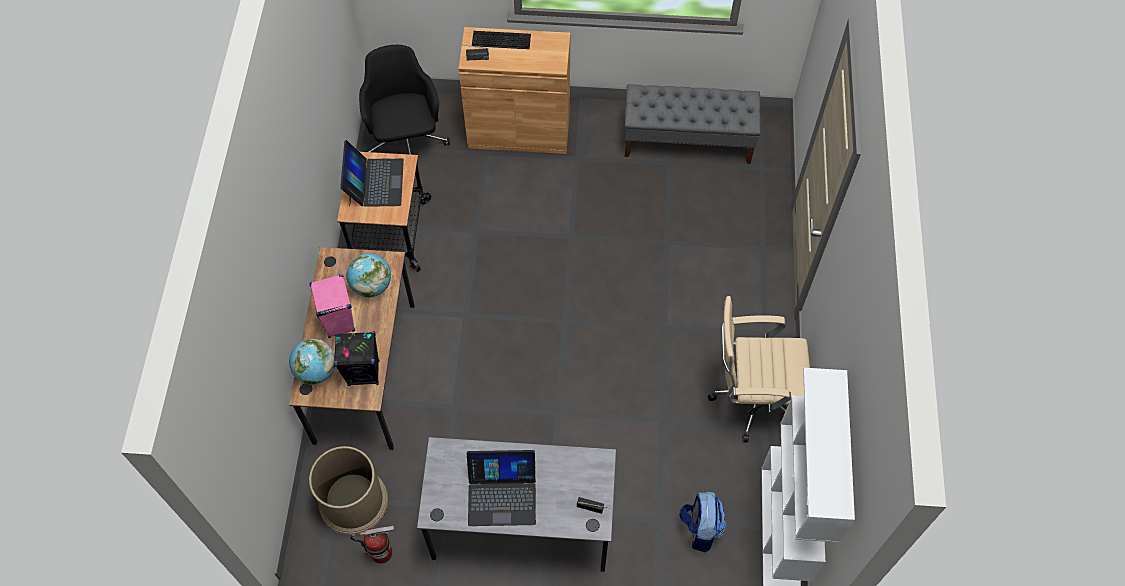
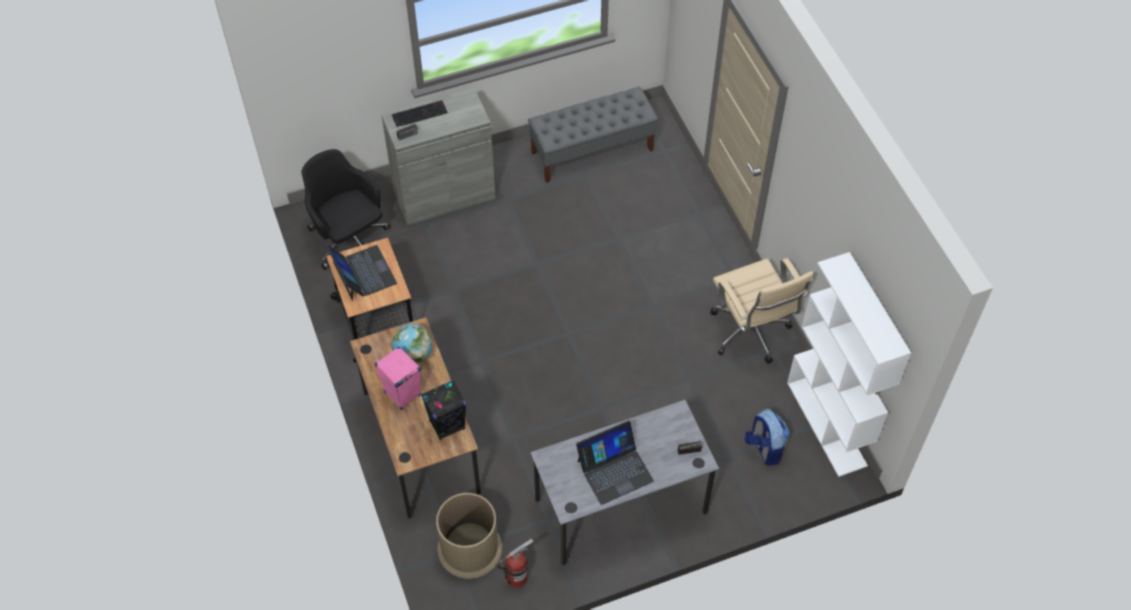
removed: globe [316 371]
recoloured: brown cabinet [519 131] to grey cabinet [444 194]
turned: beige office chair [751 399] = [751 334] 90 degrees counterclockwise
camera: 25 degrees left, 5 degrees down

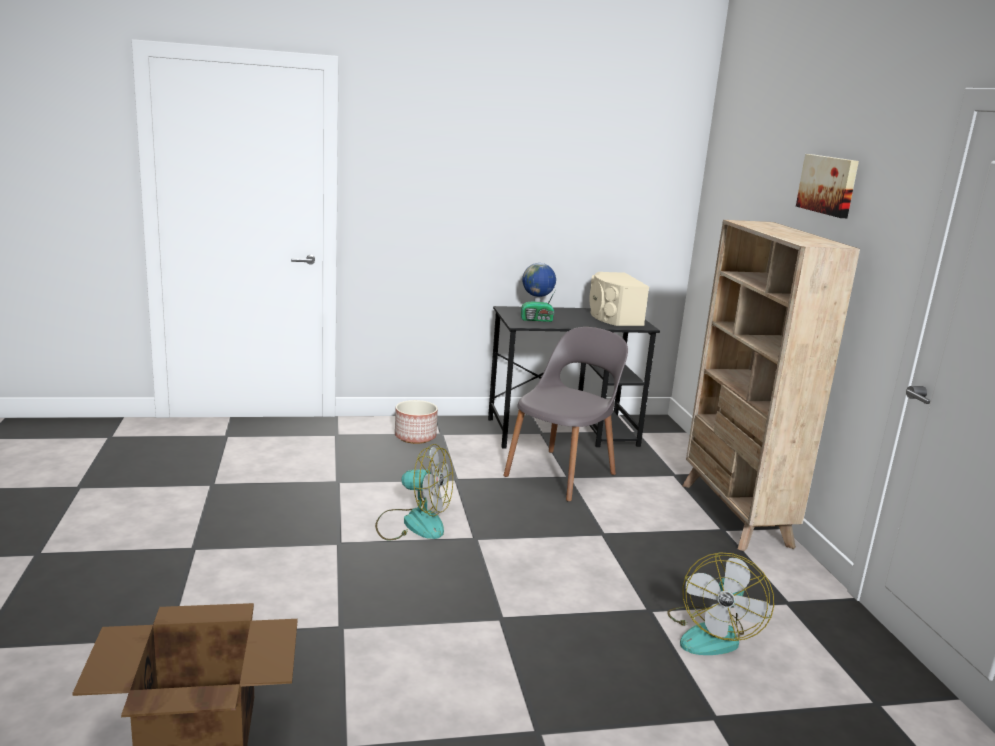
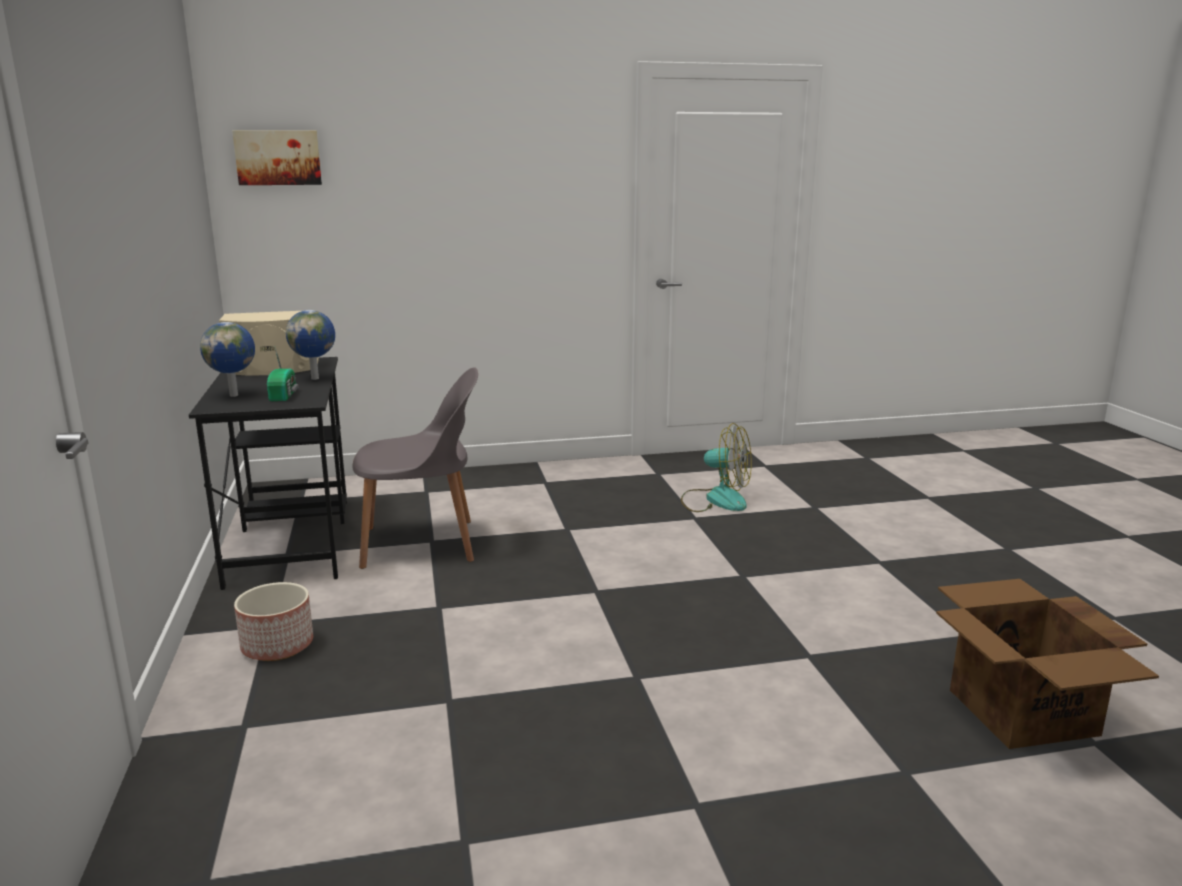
removed: fan [413 523]; beige bookcase [735 515]
added: globe [316 378]
moved: picture [829 185] to [278 157]
turned: grey chair [562 474] = [423 544] 135 degrees clockwise
camera: 90 degrees left, 0 degrees up

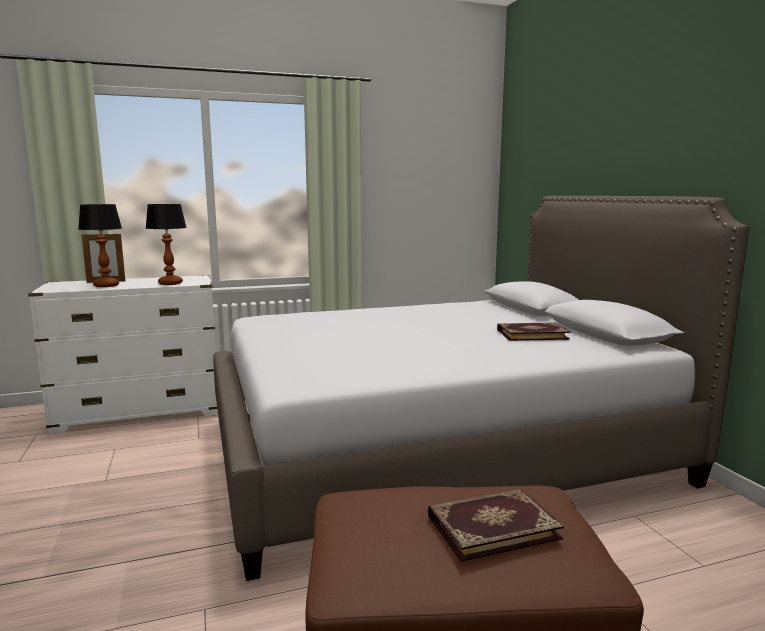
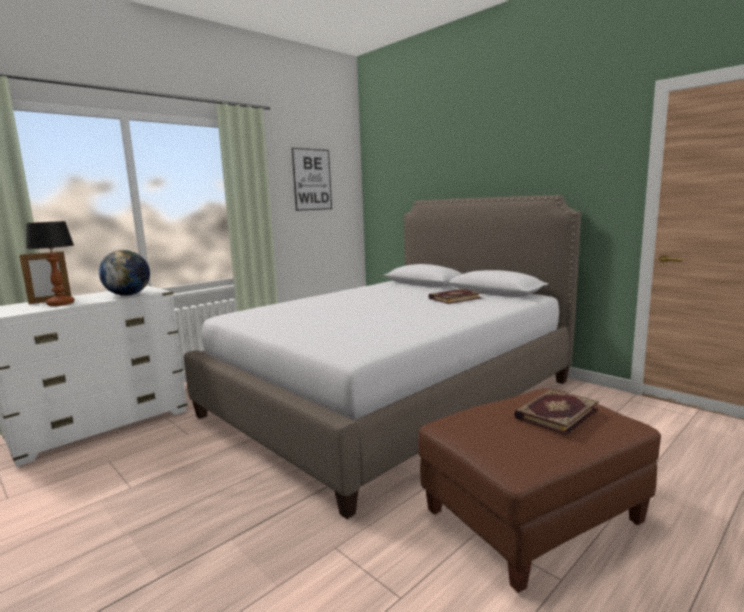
added: picture [312 179]
replaced: table lamp [170 283] to globe [128 295]
camera: 25 degrees left, 0 degrees up

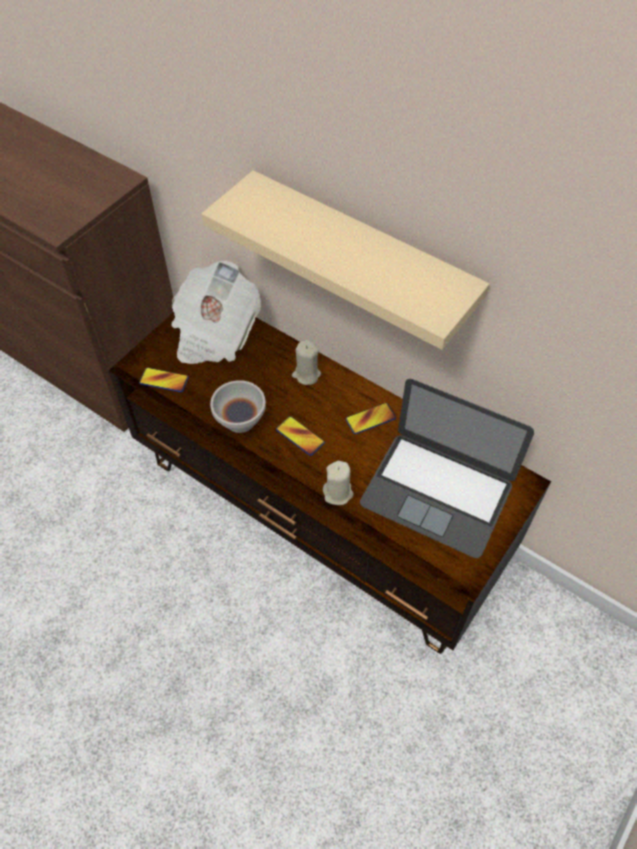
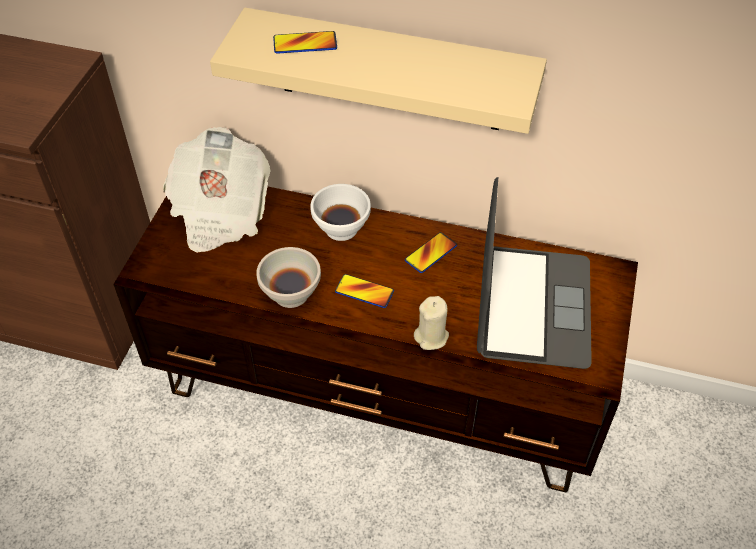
moved: phone [164 380] to [305 44]
replaced: beige candle [306 375] to white bowl [342 228]
turned: laptop [437 493] = [533 306] 90 degrees counterclockwise
camera: 20 degrees left, 5 degrees down

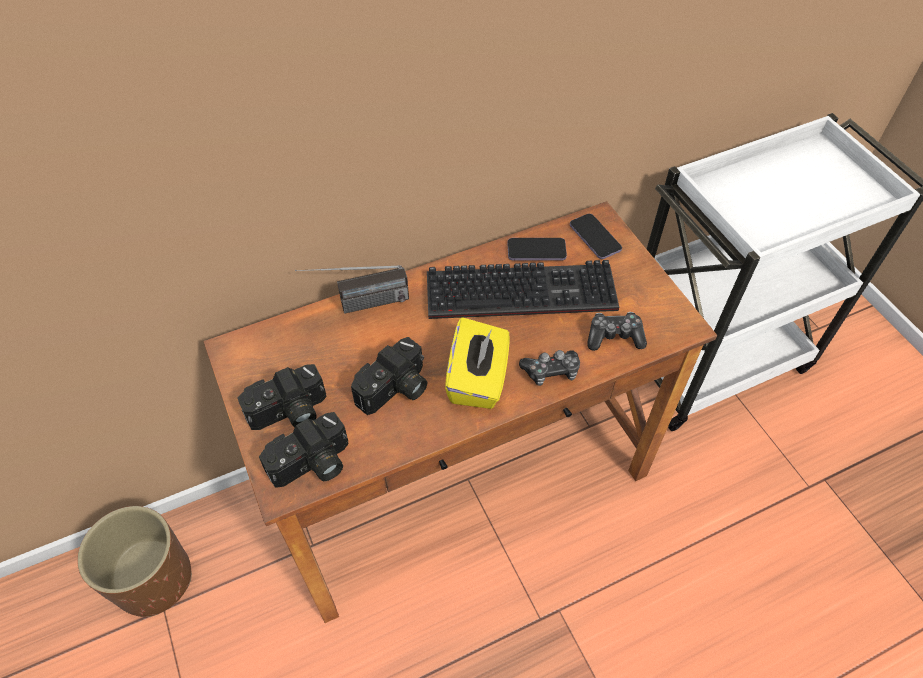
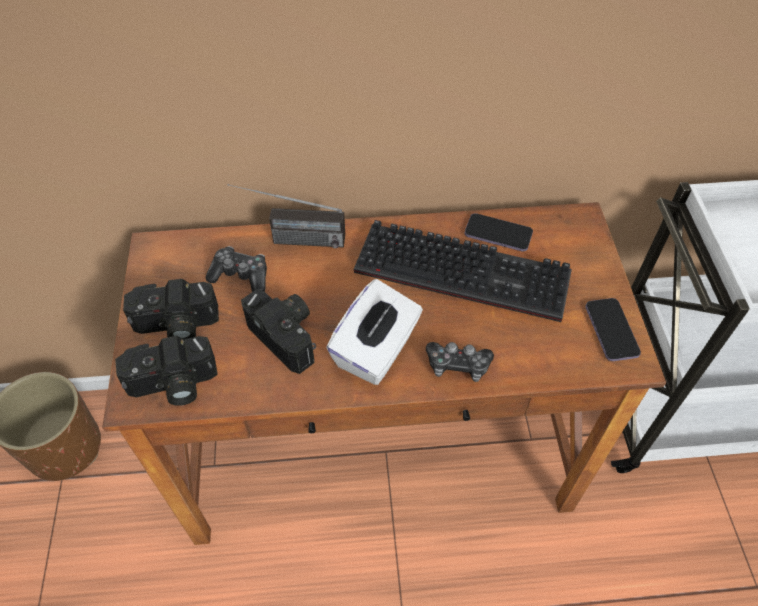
moved: game controller [614 337] to [241 276]; phone [595 238] to [611 331]
recoloured: yellow tissue box [478 379] to white tissue box [376 350]
turned: photo camera [395 390] = [288 335] 105 degrees counterclockwise
camera: 20 degrees right, 0 degrees up

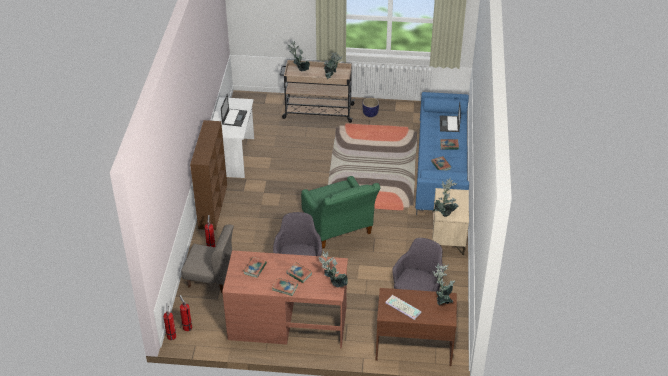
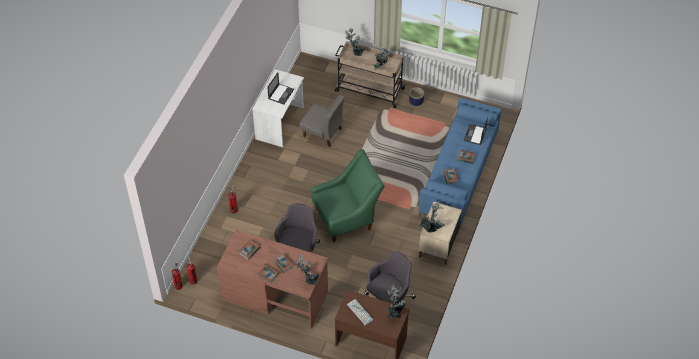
removed: brown bookcase [213 206]
moved: grey chair [211 278] to [322 132]
turned: green armchair [339 230] = [347 216] 105 degrees counterclockwise
camera: 15 degrees right, 10 degrees up

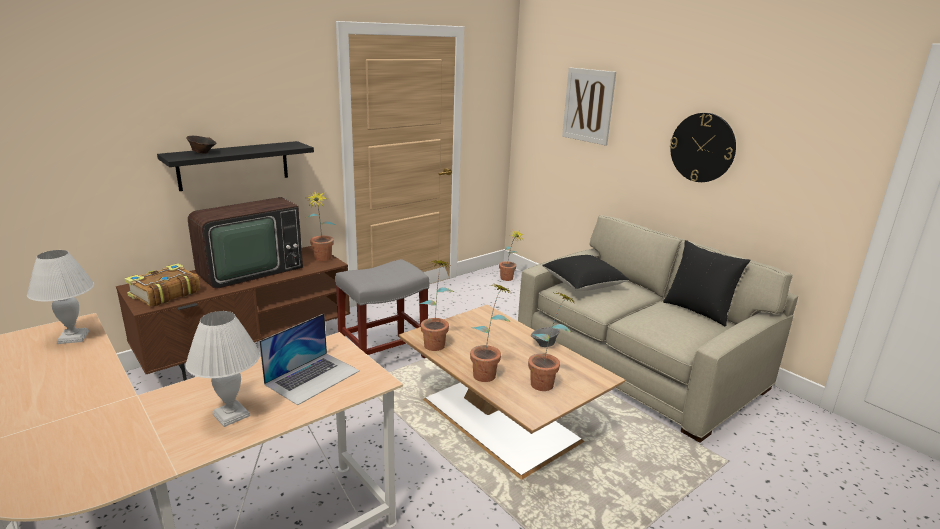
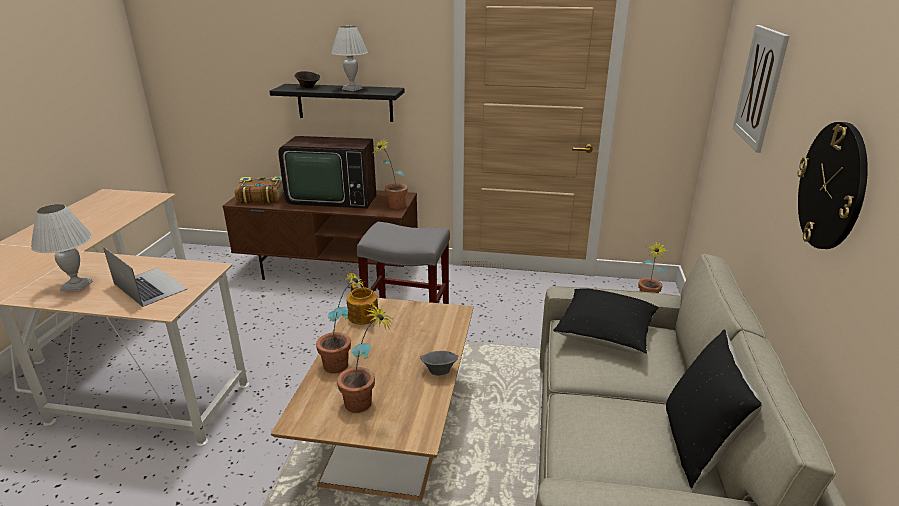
moved: white table lamp [74 337] to [352 89]
replaced: potted plant [436 342] to teapot [363 317]
turned: laptop [313 377] = [150 286] 135 degrees counterclockwise
camera: 50 degrees right, 5 degrees up

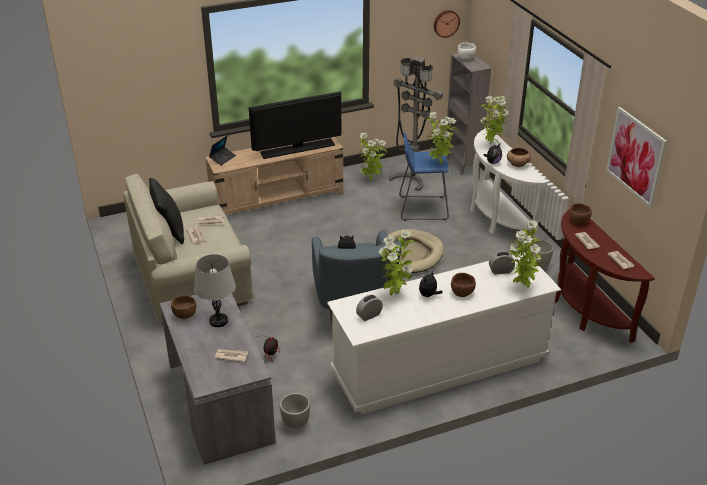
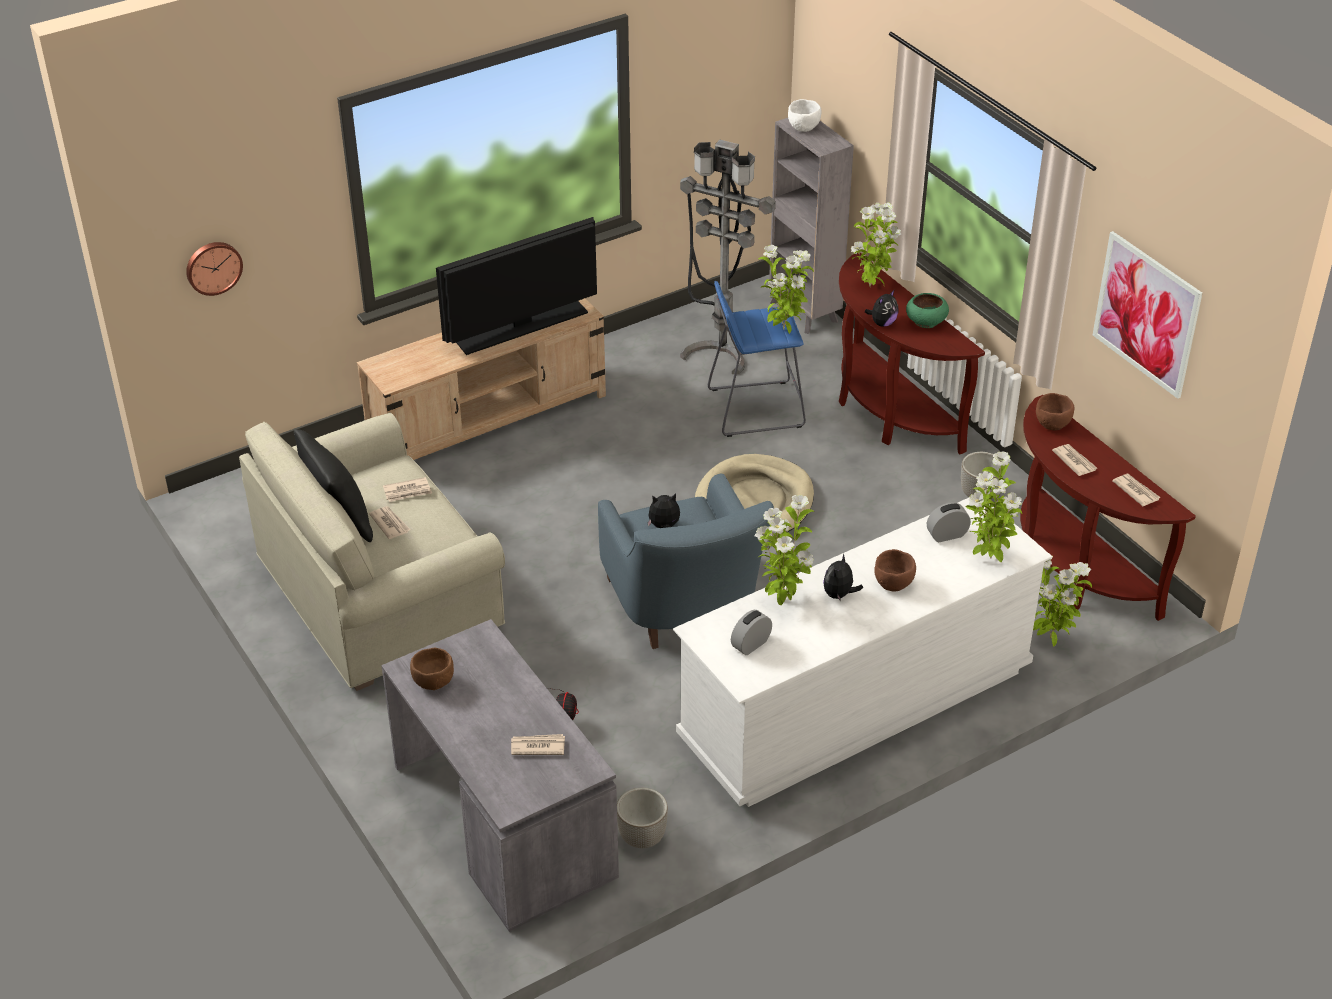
removed: grey table lamp [218 321]; laptop [222 158]
moved: wall clock [446 23] to [213 267]; potted plant [371 180] to [1050 640]
recoloured: white console table [496 217] to brown console table [888 412]; brown bowl [517 163] to green bowl [925 321]
camera: 10 degrees left, 5 degrees up

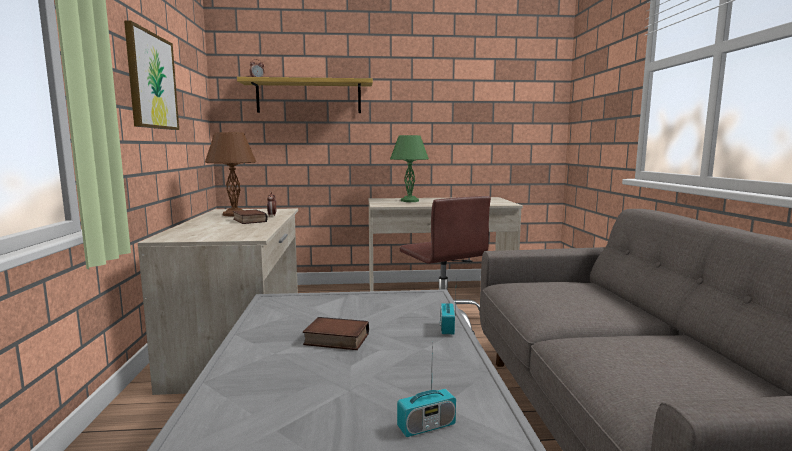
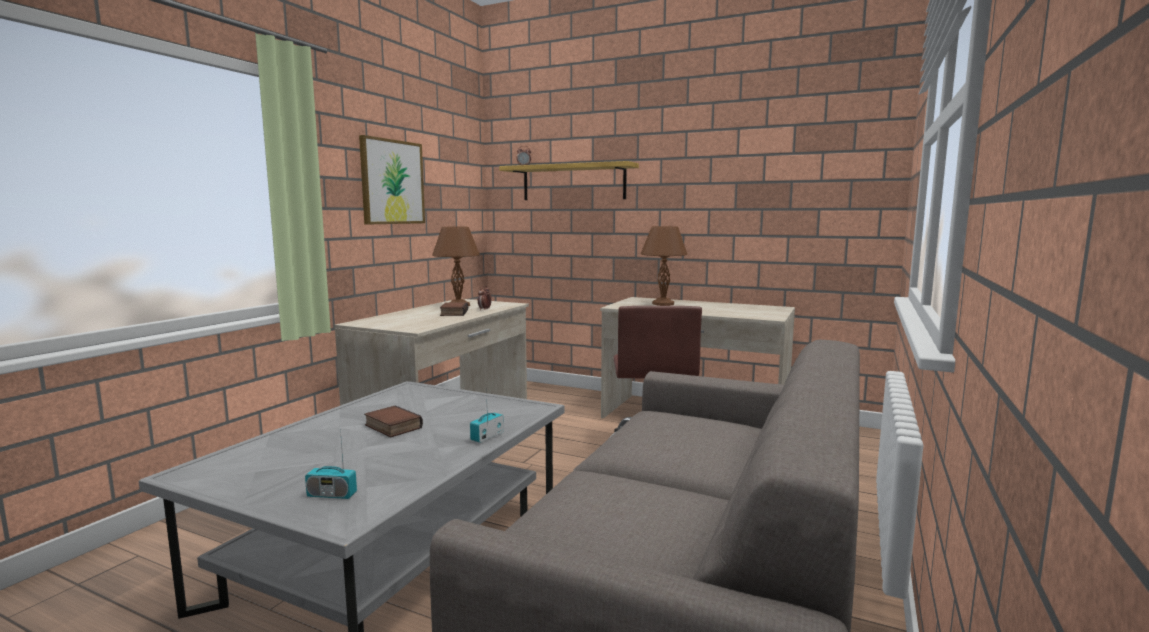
recoloured: green table lamp [408 201] to brown table lamp [662 304]
camera: 30 degrees right, 0 degrees up

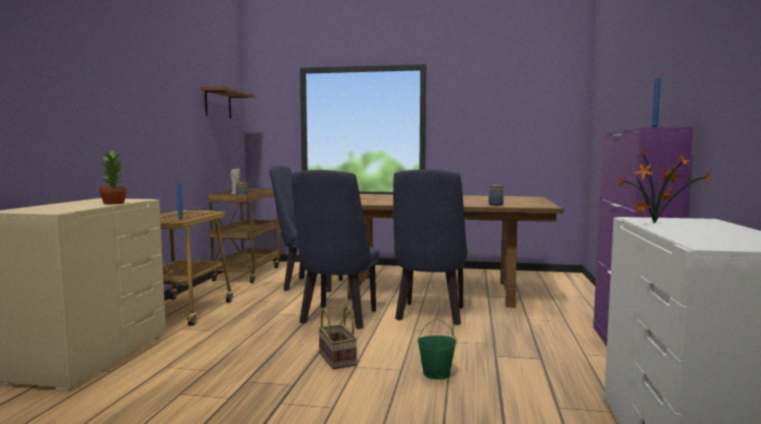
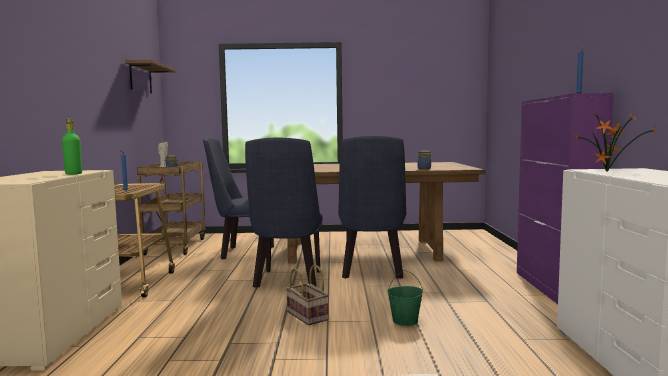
replaced: potted plant [114 203] to green bottle [73 174]
camera: 10 degrees left, 0 degrees up

